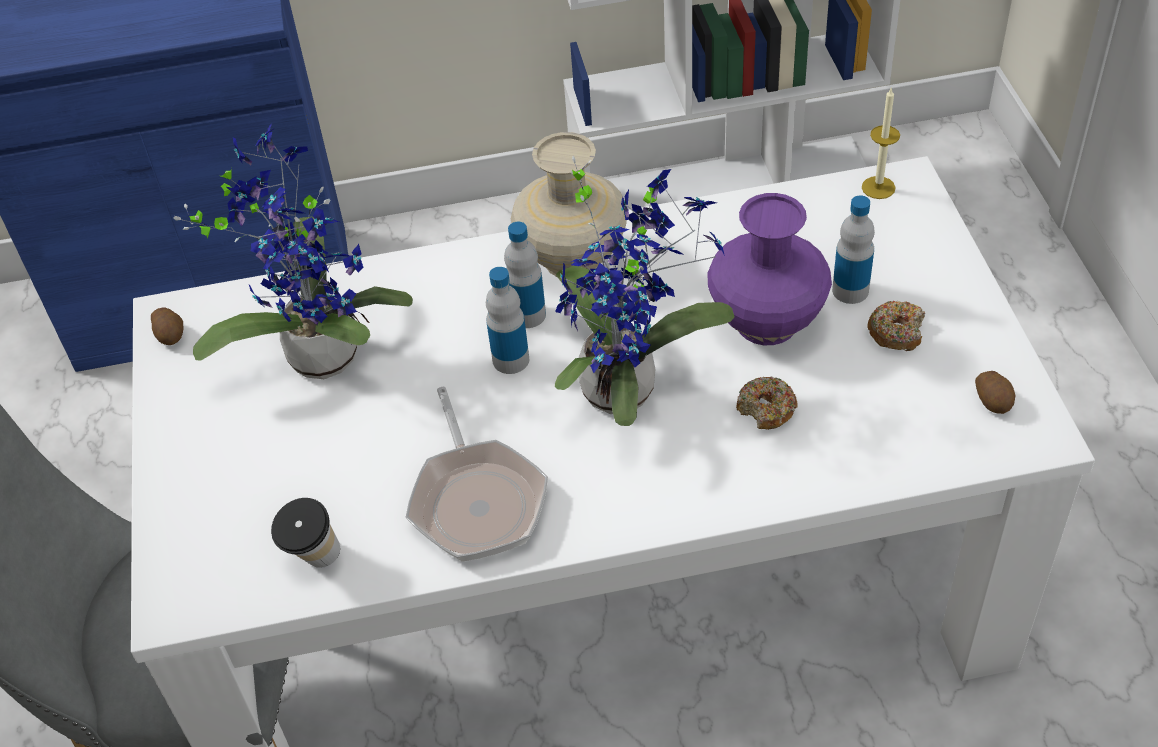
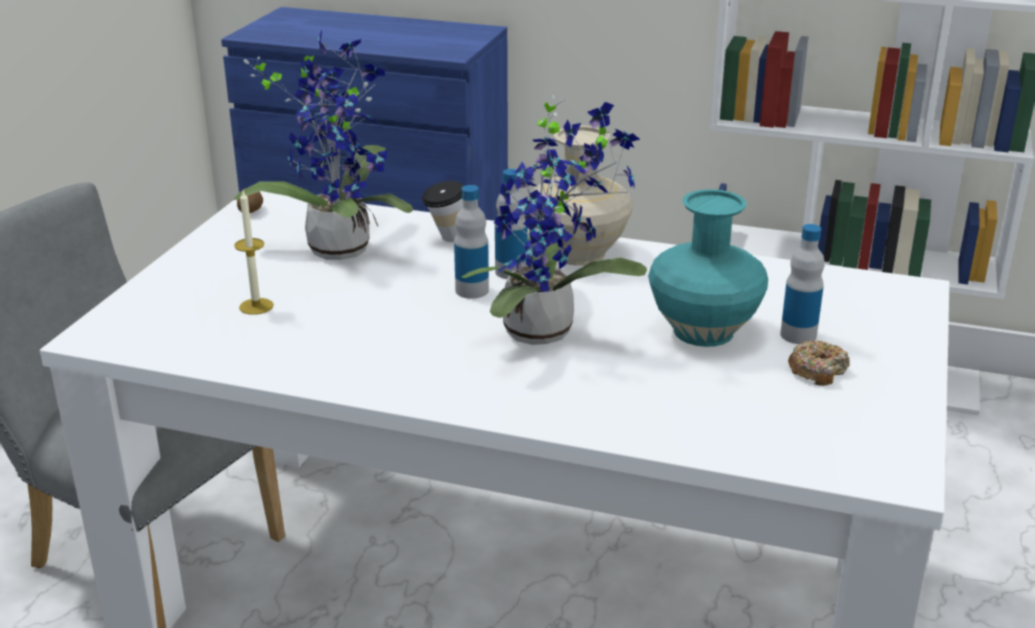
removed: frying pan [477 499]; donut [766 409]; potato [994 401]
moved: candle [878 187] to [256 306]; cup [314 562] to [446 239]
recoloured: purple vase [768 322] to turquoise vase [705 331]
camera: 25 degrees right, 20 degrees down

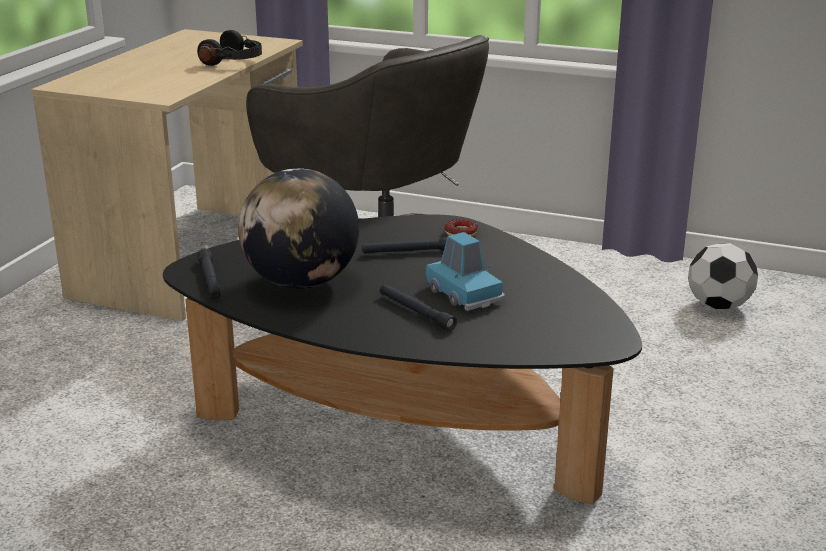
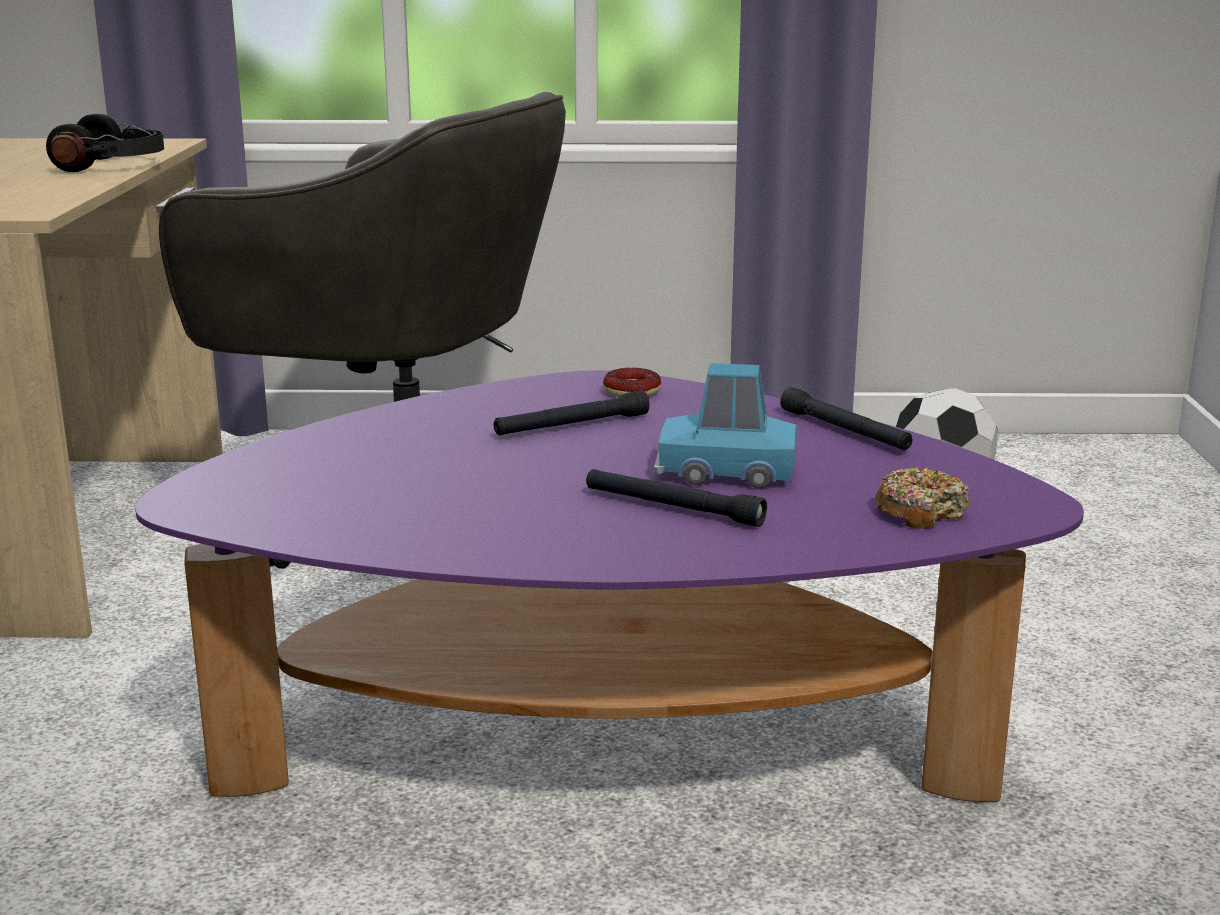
removed: globe [301 283]
added: donut [920 512]
moved: black flashlight [210 280] to [845 431]
recoloured: black coffee table [404 427] to purple coffee table [605 740]
turned: blue toy car [464 294] = [725 471] 150 degrees clockwise
camera: 20 degrees left, 5 degrees down

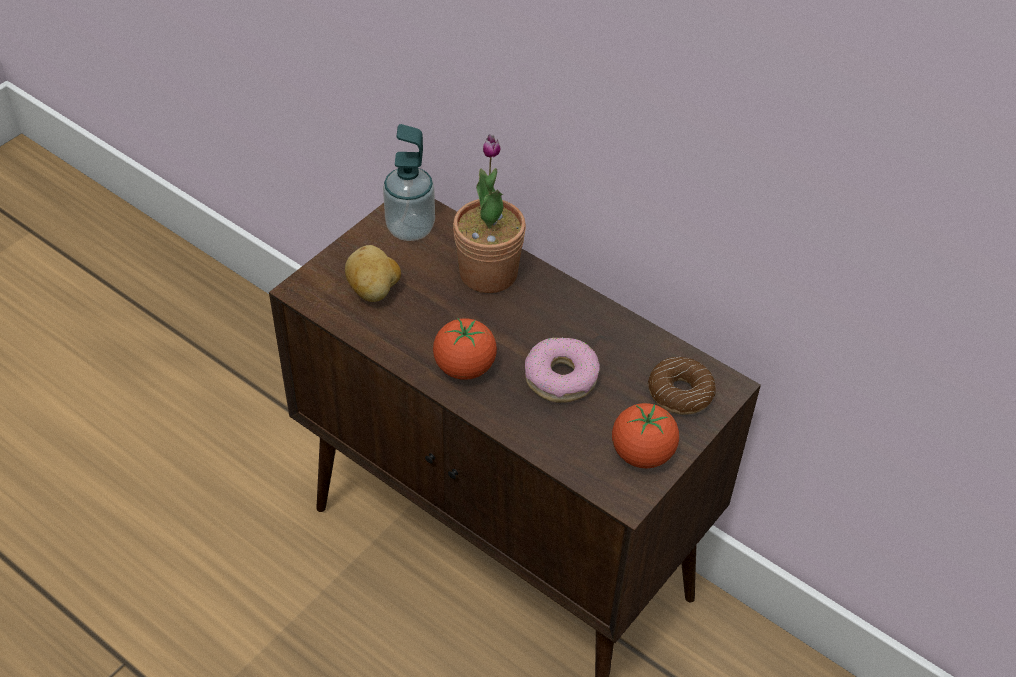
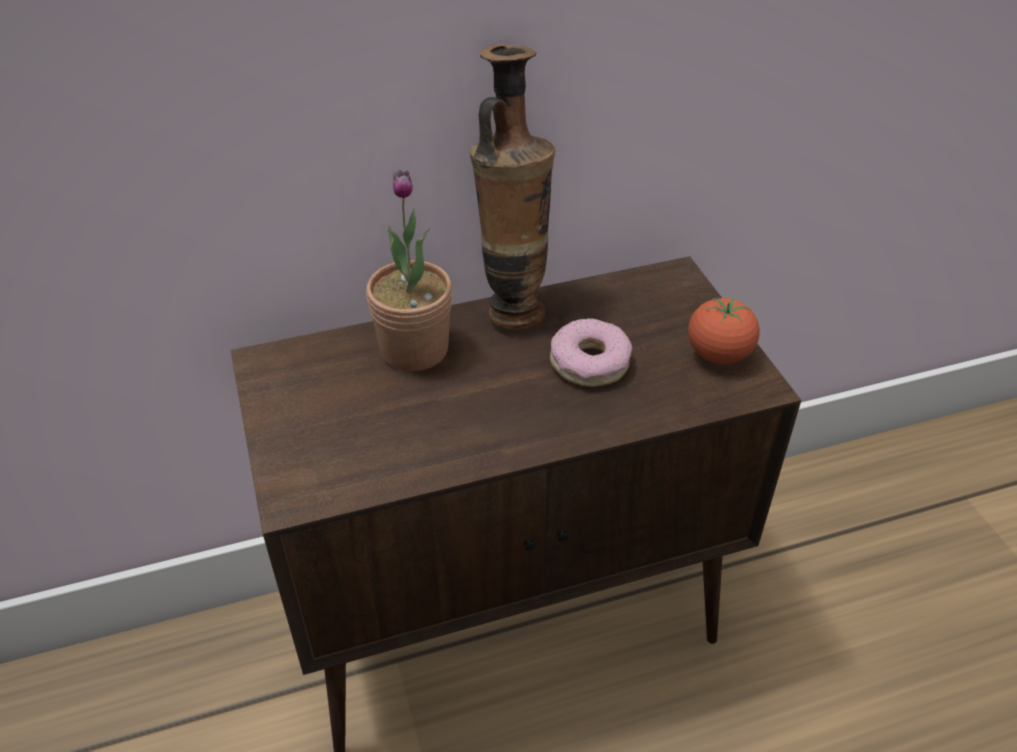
removed: potato [374 291]; soap dispenser [410 228]; tomato [464 367]; donut [680 393]
added: vase [513 306]
camera: 55 degrees left, 5 degrees down

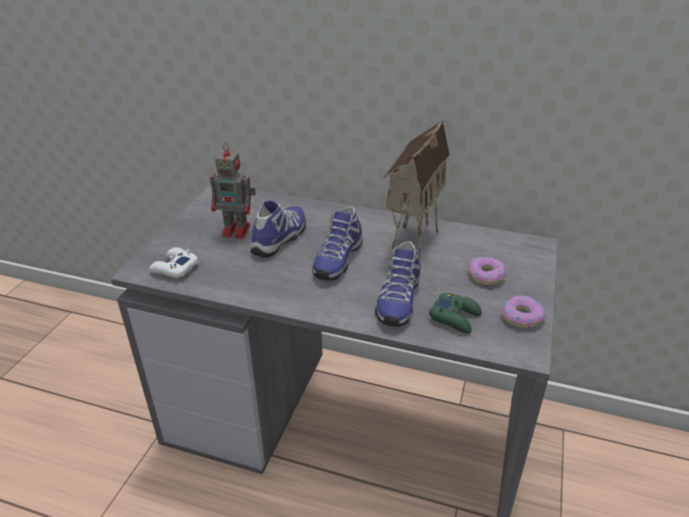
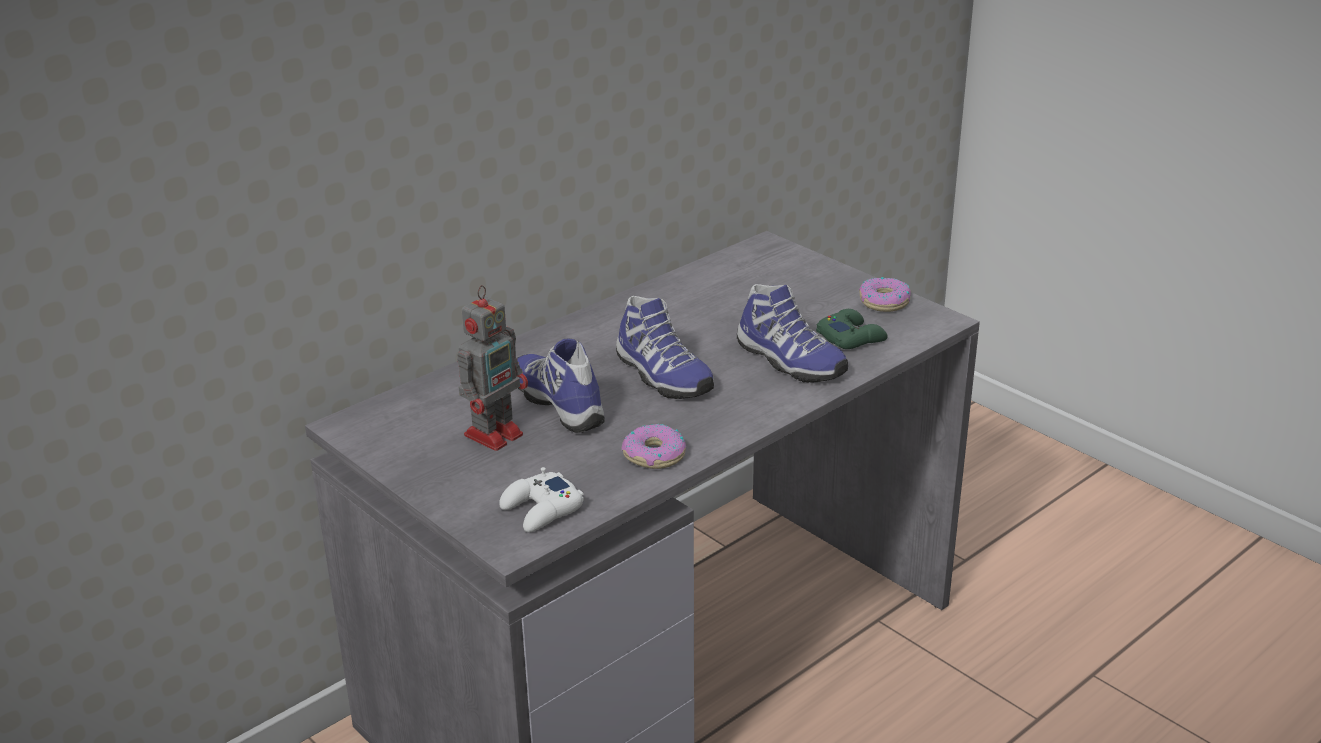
removed: toy house [411 240]
moved: donut [485 275] to [654 455]
camera: 60 degrees left, 5 degrees down

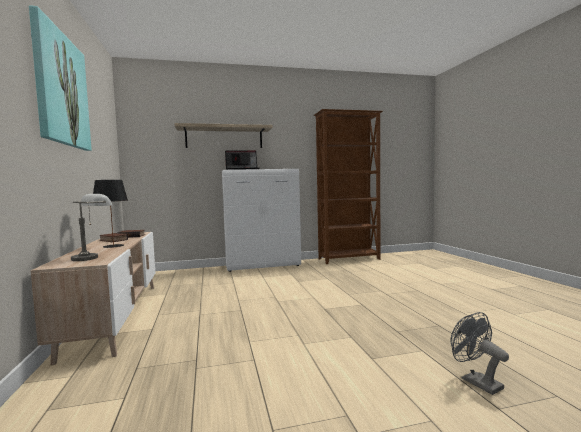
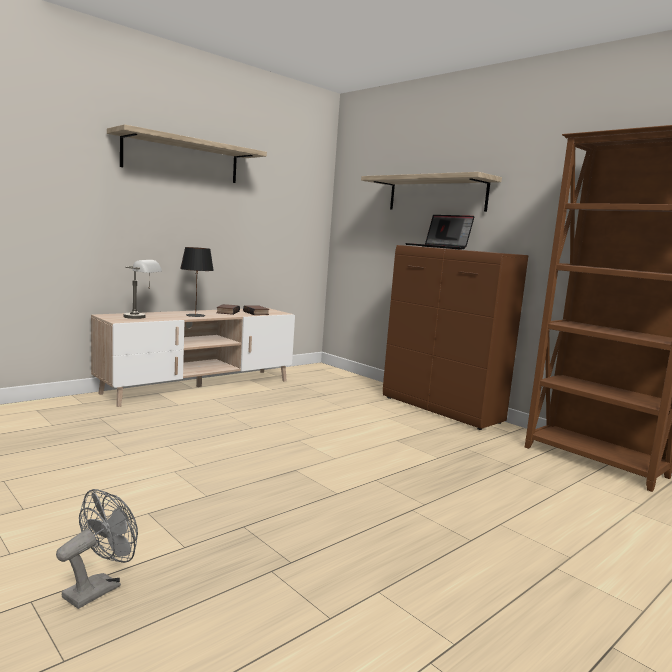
replaced: picture [60 90] to shelf [182 159]
recoloured: white cabinet [263 266] to brown cabinet [442 410]
camera: 60 degrees right, 5 degrees up

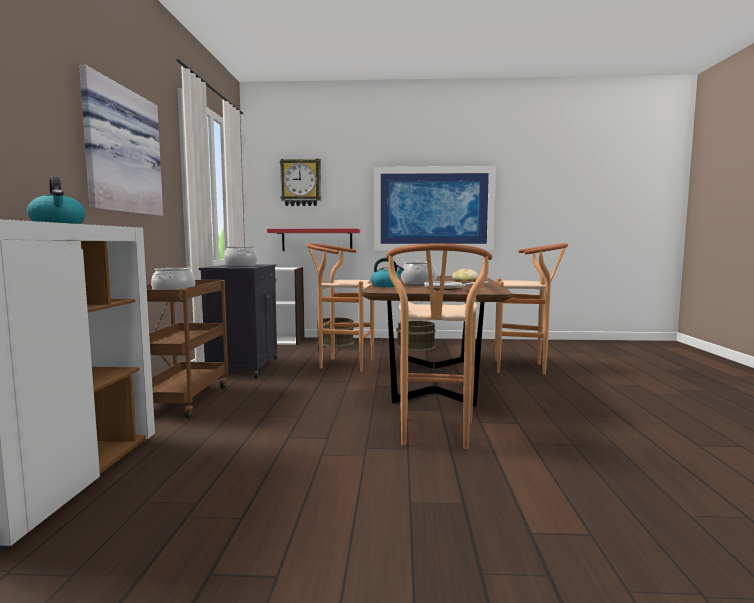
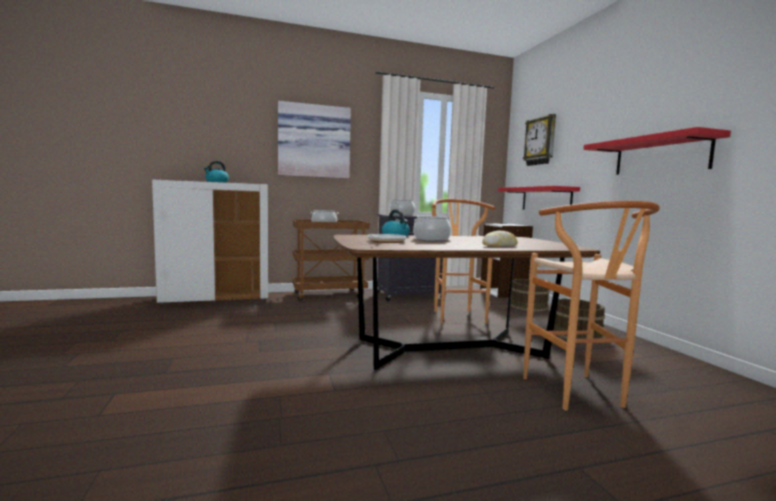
removed: brown stool [435 436]
replaced: picture [433 209] to red shelf [660 156]
camera: 70 degrees right, 0 degrees up

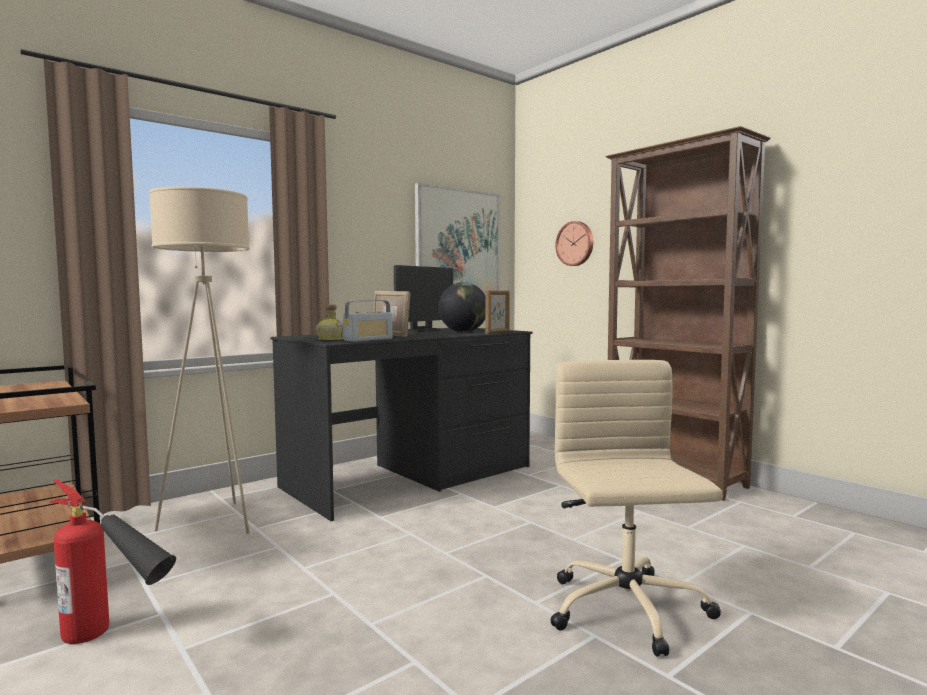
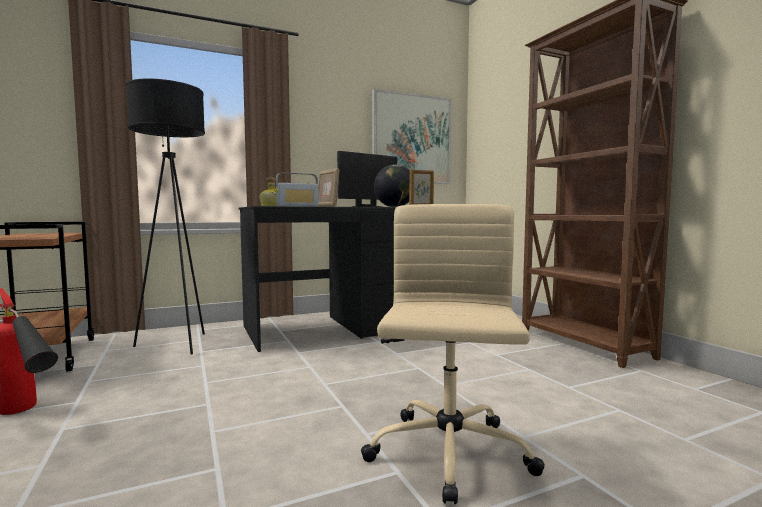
removed: wall clock [575 243]
recoloured: beige floor lamp [214 522] to black floor lamp [177 345]
camera: 15 degrees right, 0 degrees up

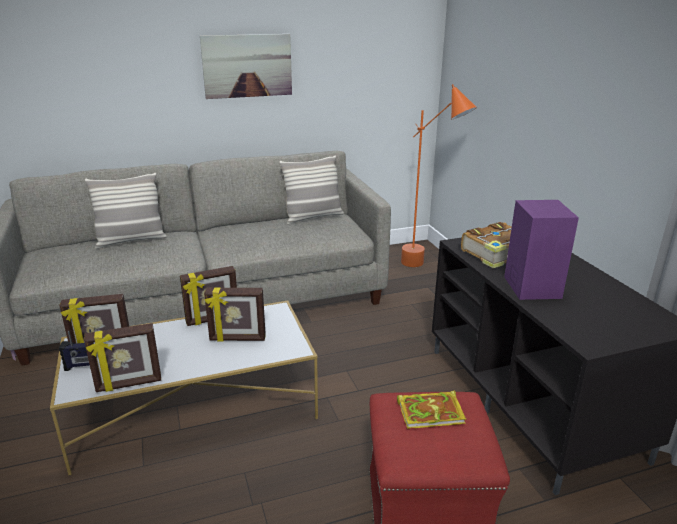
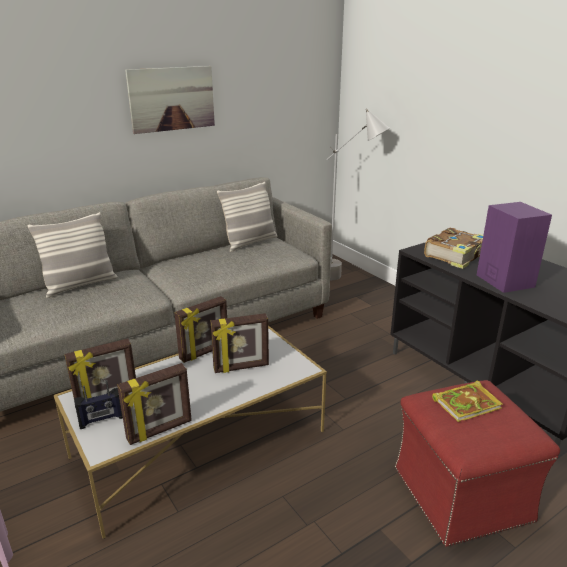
recoloured: orange floor lamp [428 267] to grey floor lamp [347 279]
camera: 15 degrees left, 0 degrees up

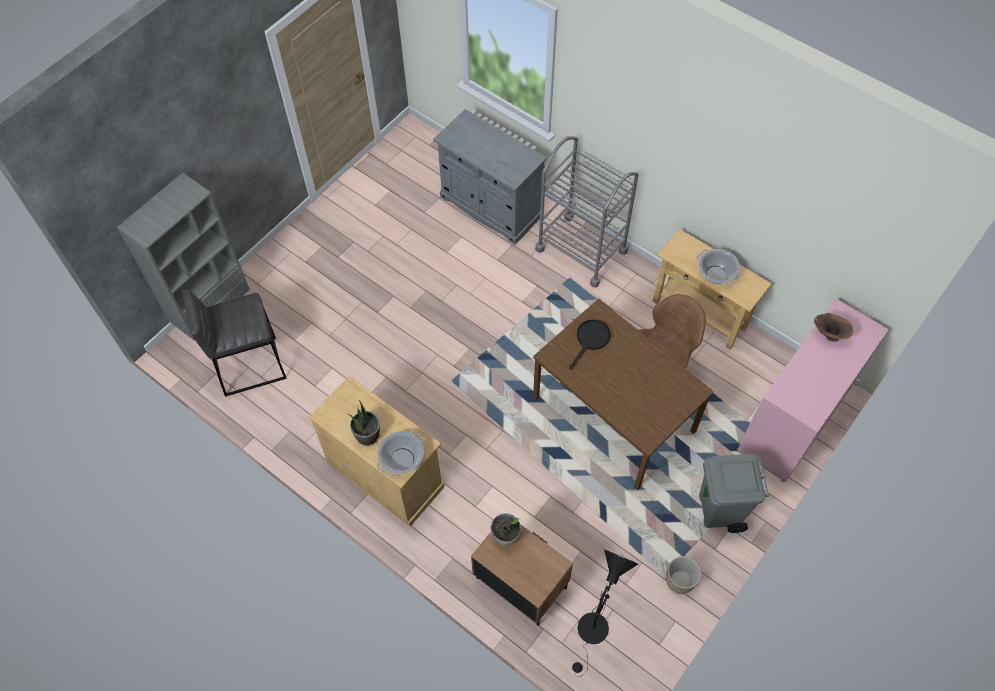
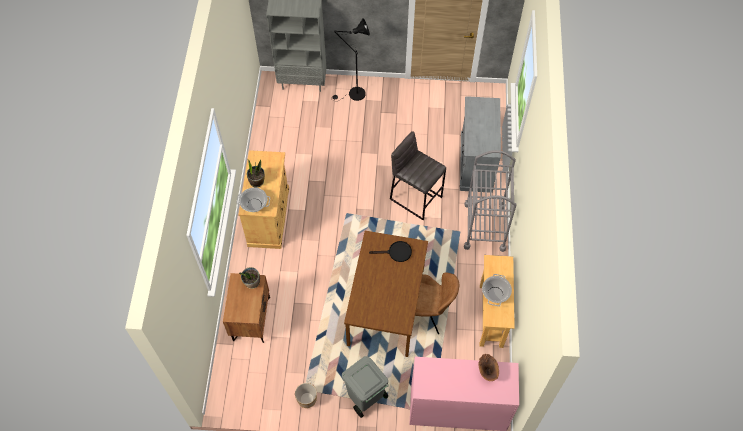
moved: black floor lamp [591 635] to [353 95]; grey stool [249 365] to [415 197]
camera: 55 degrees right, 0 degrees up

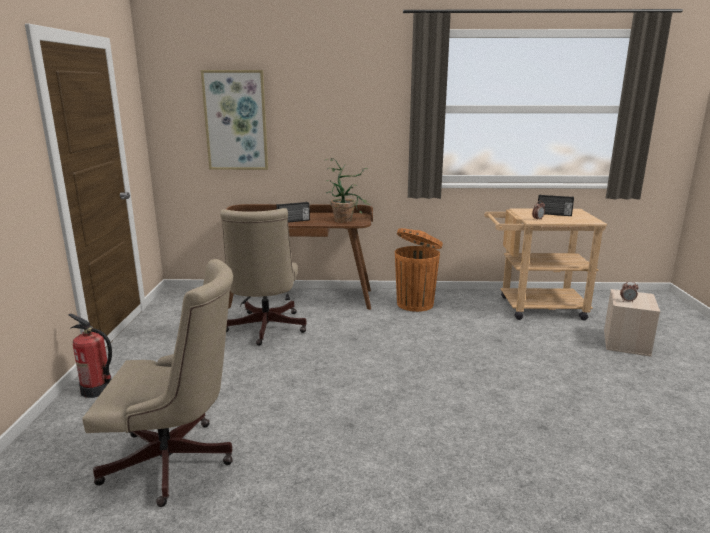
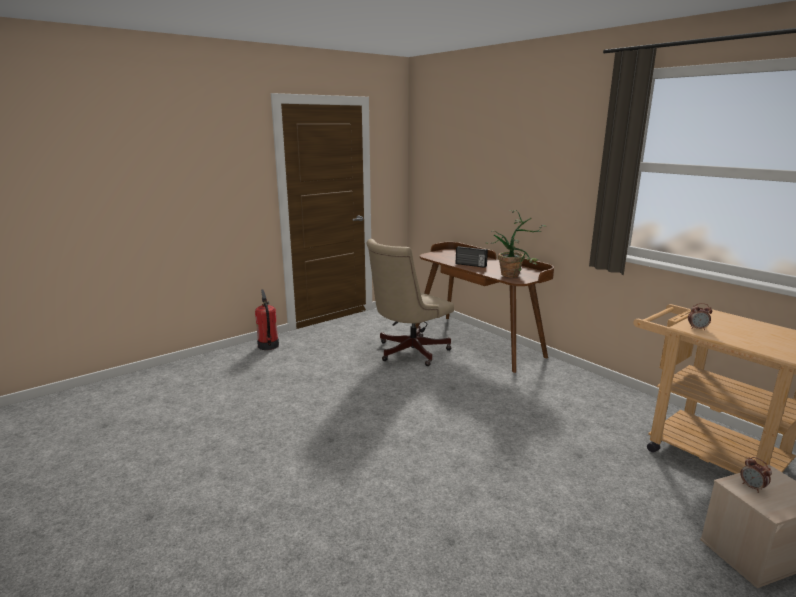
removed: beige office chair [176 462]; picture [236 121]; orange trash can [416 304]; radio [554 214]
camera: 50 degrees right, 0 degrees up

